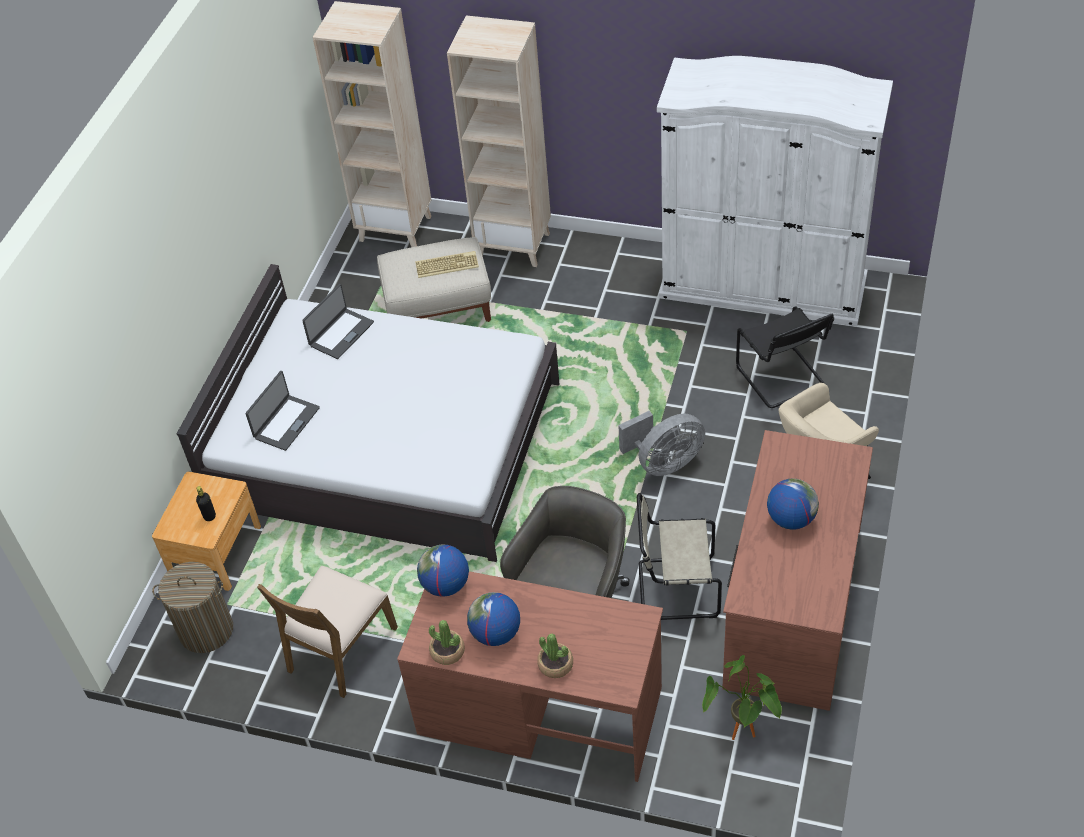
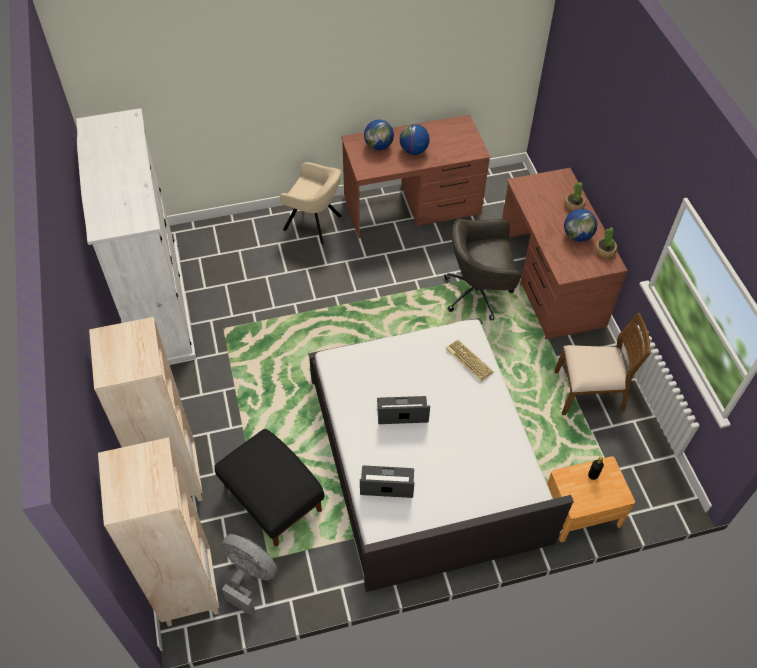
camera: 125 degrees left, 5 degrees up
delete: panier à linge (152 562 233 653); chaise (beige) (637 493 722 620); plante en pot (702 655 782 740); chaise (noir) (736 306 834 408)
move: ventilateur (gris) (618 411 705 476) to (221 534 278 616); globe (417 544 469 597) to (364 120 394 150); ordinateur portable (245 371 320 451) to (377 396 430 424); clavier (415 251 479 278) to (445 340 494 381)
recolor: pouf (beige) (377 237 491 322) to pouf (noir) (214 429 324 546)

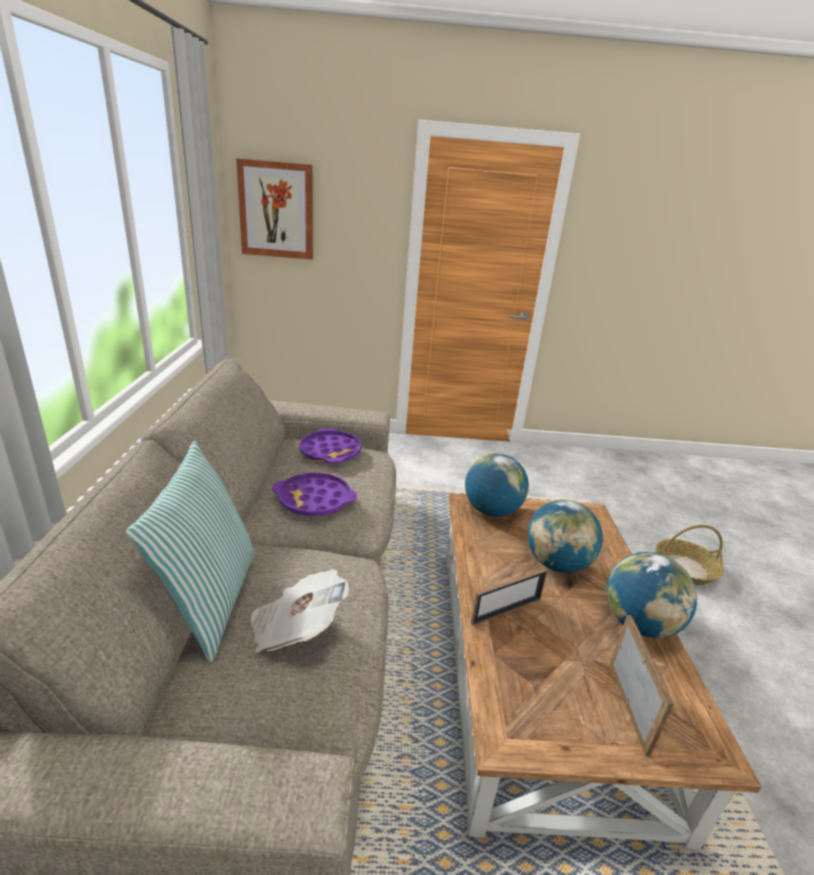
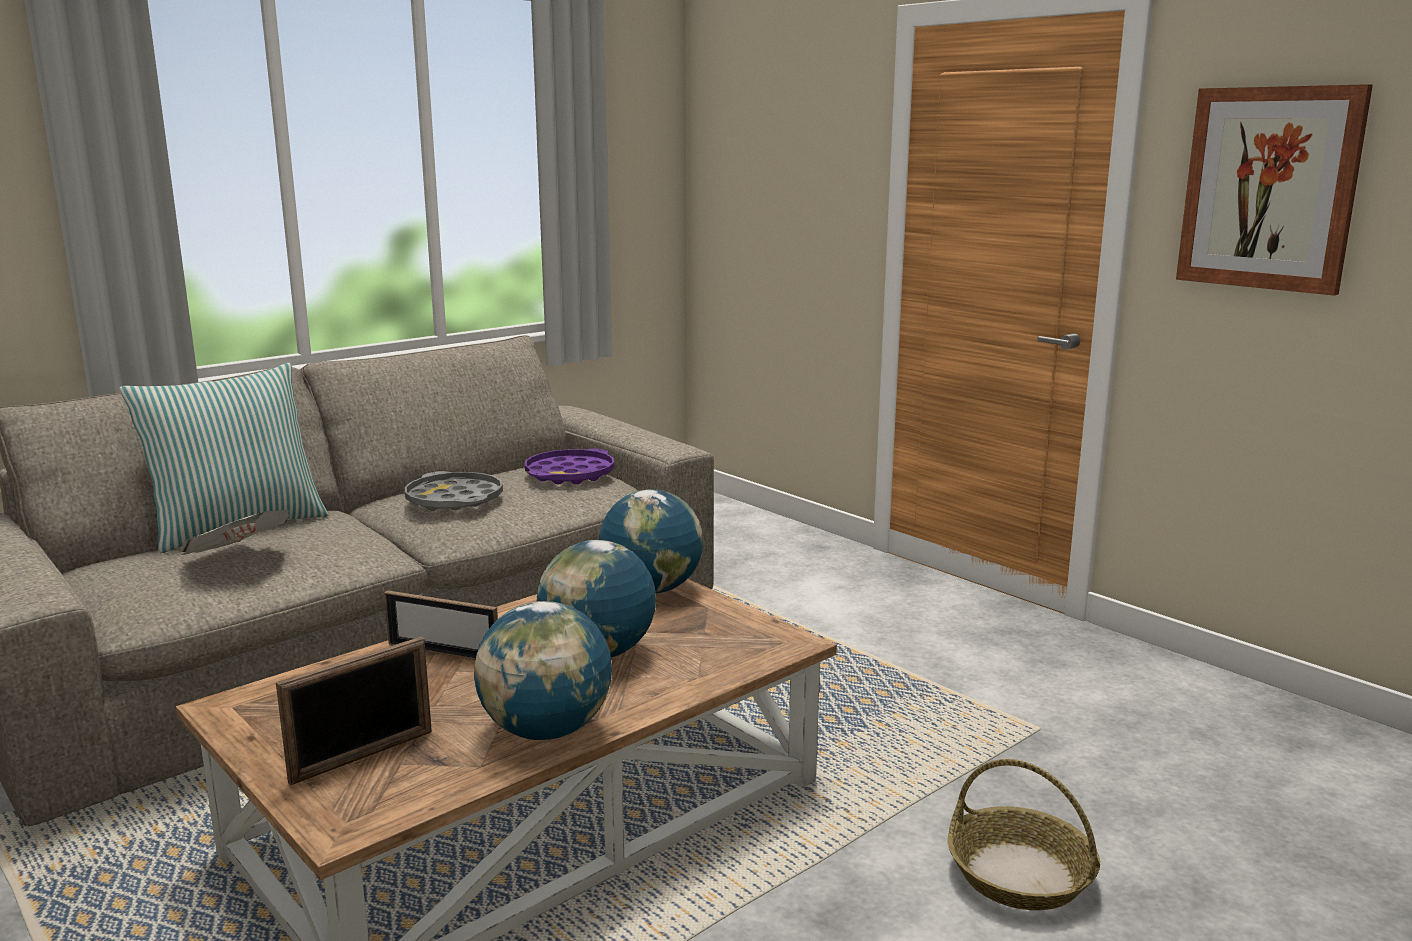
camera: 50 degrees right, 10 degrees down
move: tableau (236 158 313 260) to (1176 84 1373 295)
recolor: plateau (violet) (272 472 357 516) to plateau (gris) (405 471 503 511)

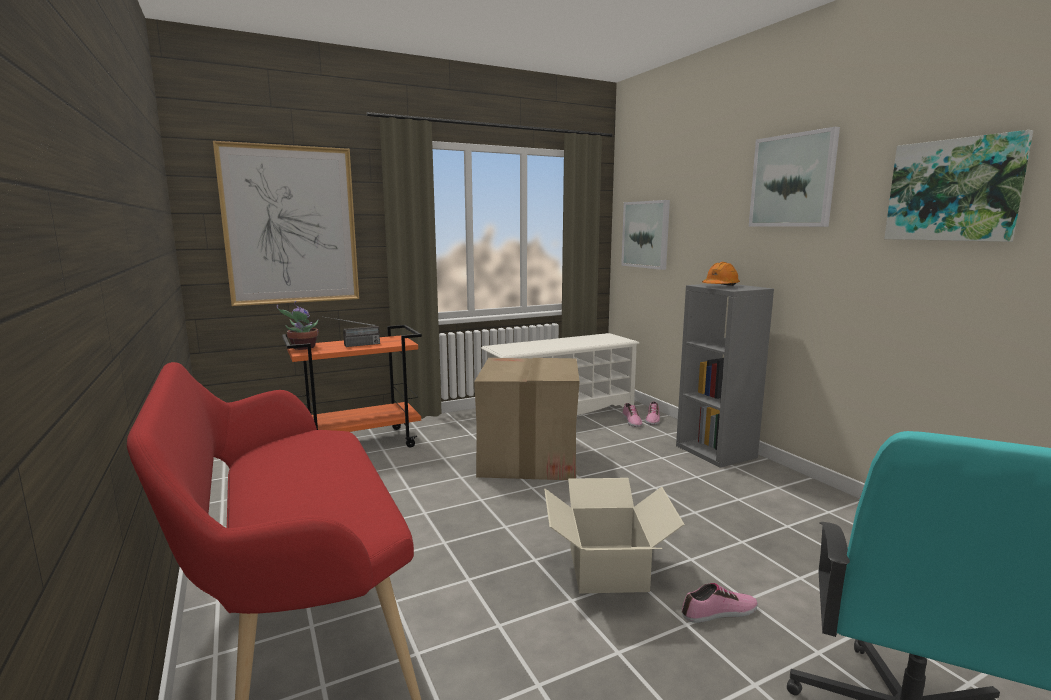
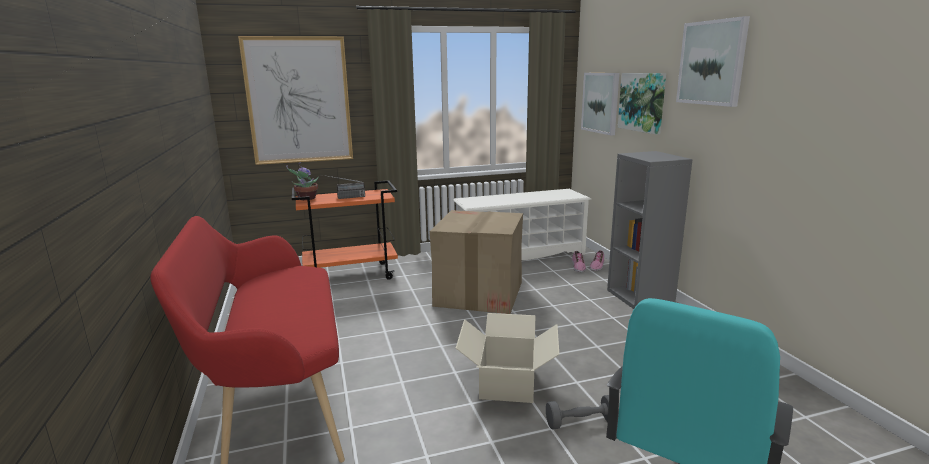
camera: 10 degrees right, 5 degrees up
delete: casque de chantier (orange) (702 262 740 286)
move: tableau (884 130 1033 242) to (618 73 666 135)
replace: chaussure (682 583 758 623) to haltère (gris) (546 395 619 429)

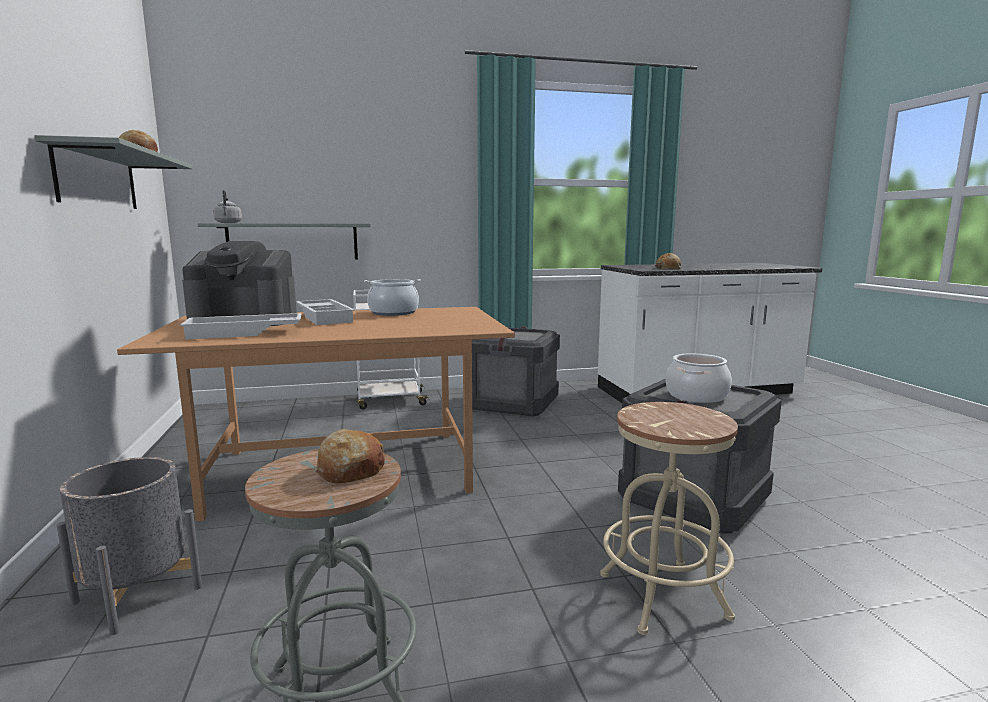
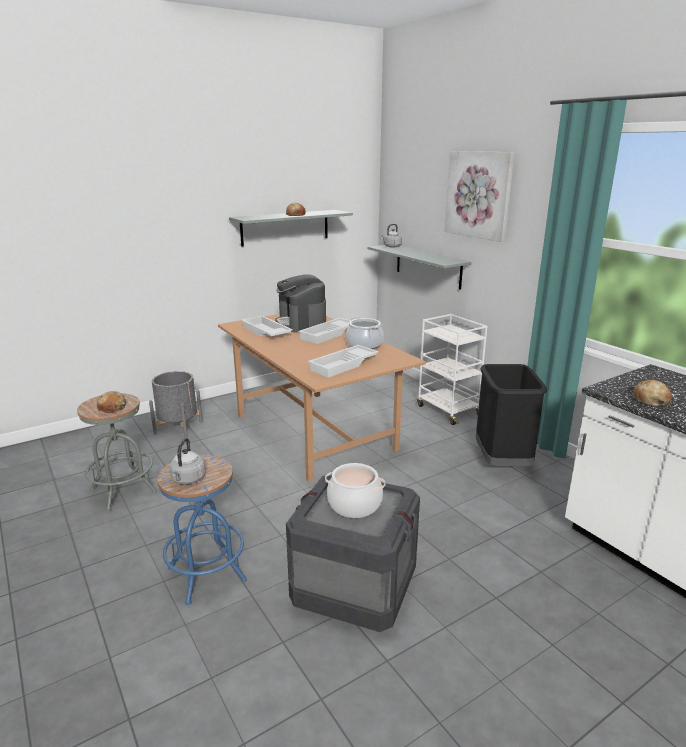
camera: 70 degrees right, 10 degrees up
insert: bouilloire (gris) (169 438 206 484); plateau (blanc) (308 345 379 378); tableau (444 151 515 242)
replace: caisse (472 326 560 416) to poubelle (noir) (476 364 547 466)
recolor: tabouret (beige) (600 402 738 635) to tabouret (bleu) (157 455 247 605)

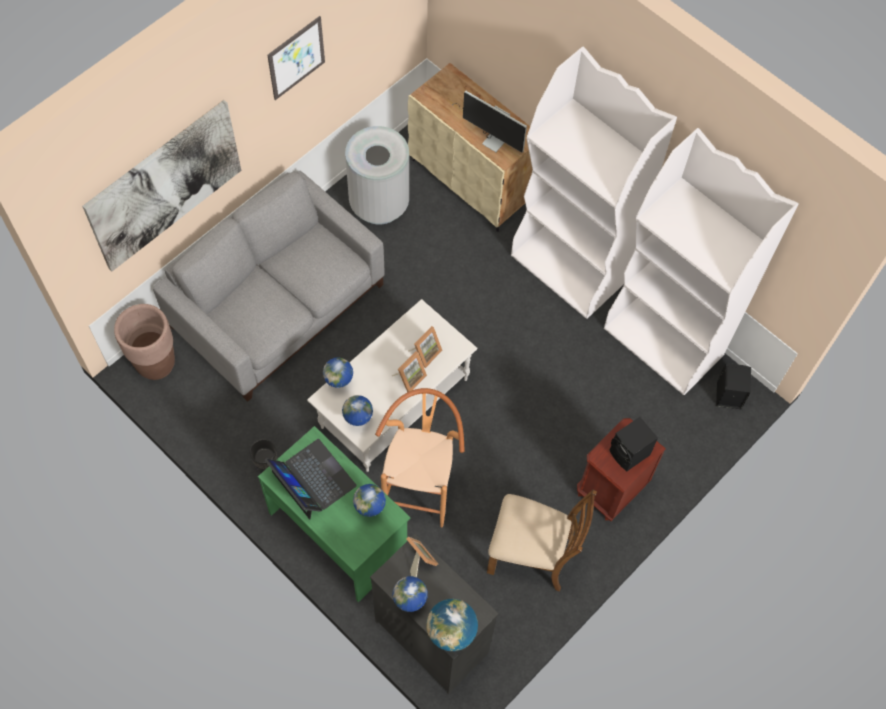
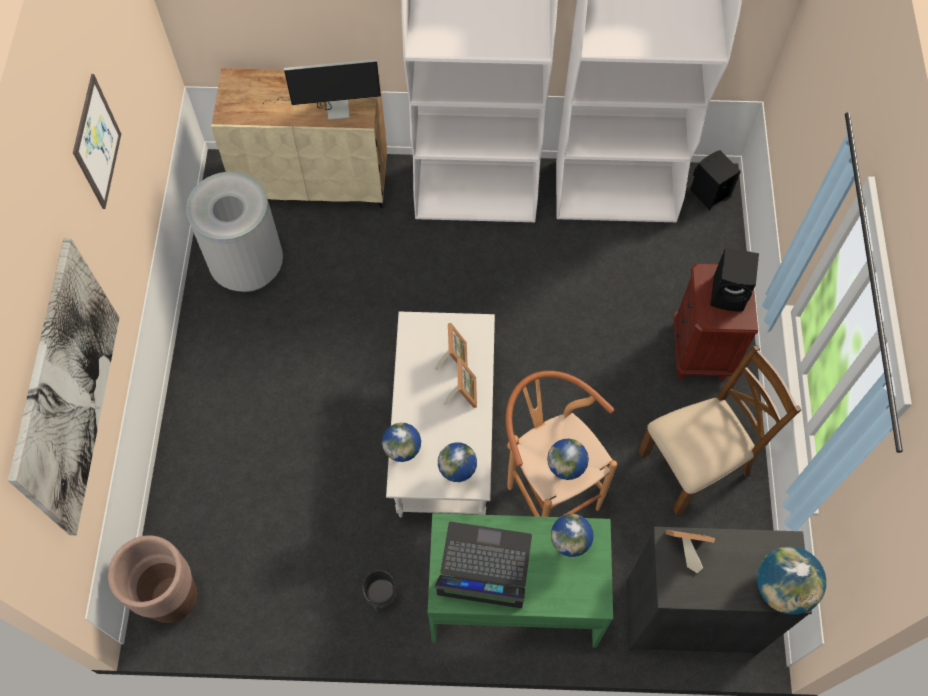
camera: 40 degrees left, 0 degrees up
delete: canapé (gris) (153 171 385 402)
move: globe (393 576 428 612) to (547 439 589 480)

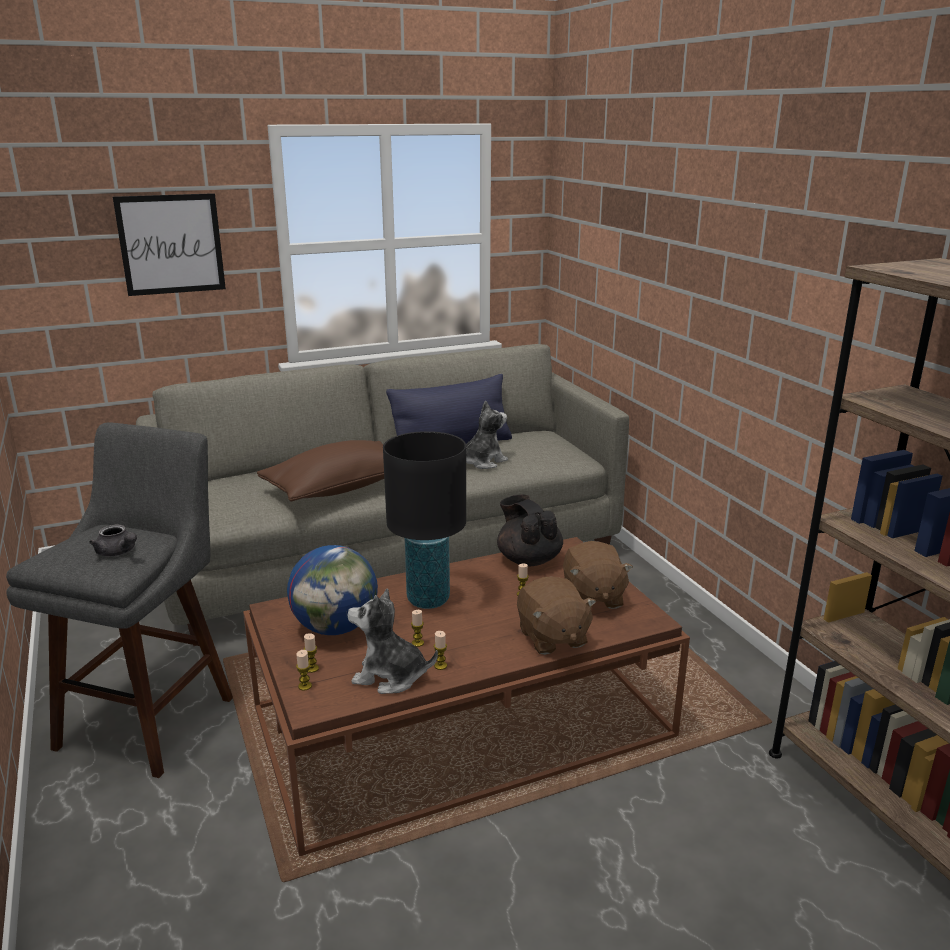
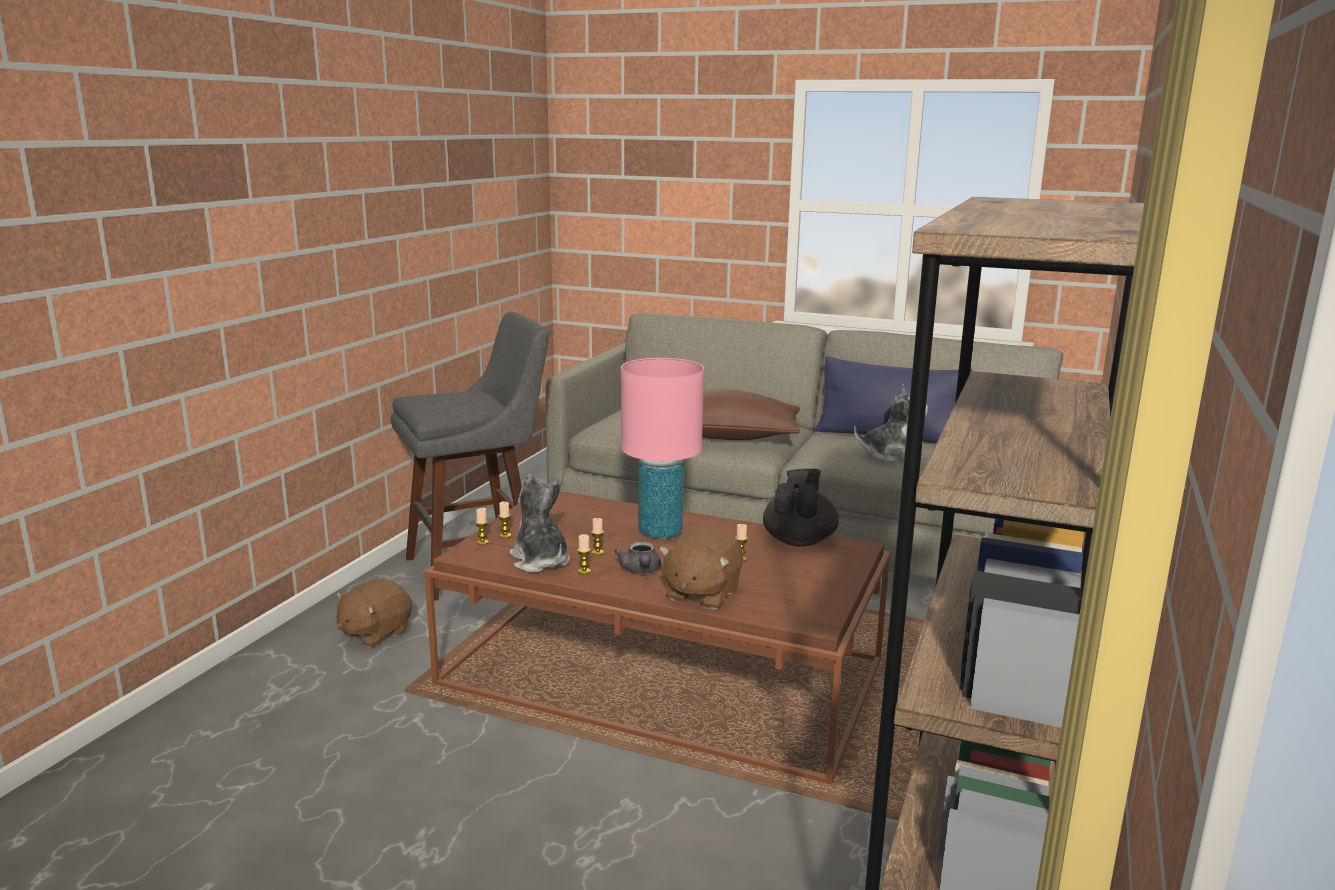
camera: 45 degrees right, 5 degrees down
delete: tableau (113 193 226 296); globe (287 545 378 635)
move: peluche (marron) (563 541 633 609) to (336 579 412 647); théière (gris) (89 525 137 556) to (614 542 661 574)
recolor: lampe de table (noir) (383 431 466 609) to lampe de table (rose) (621 358 704 539)

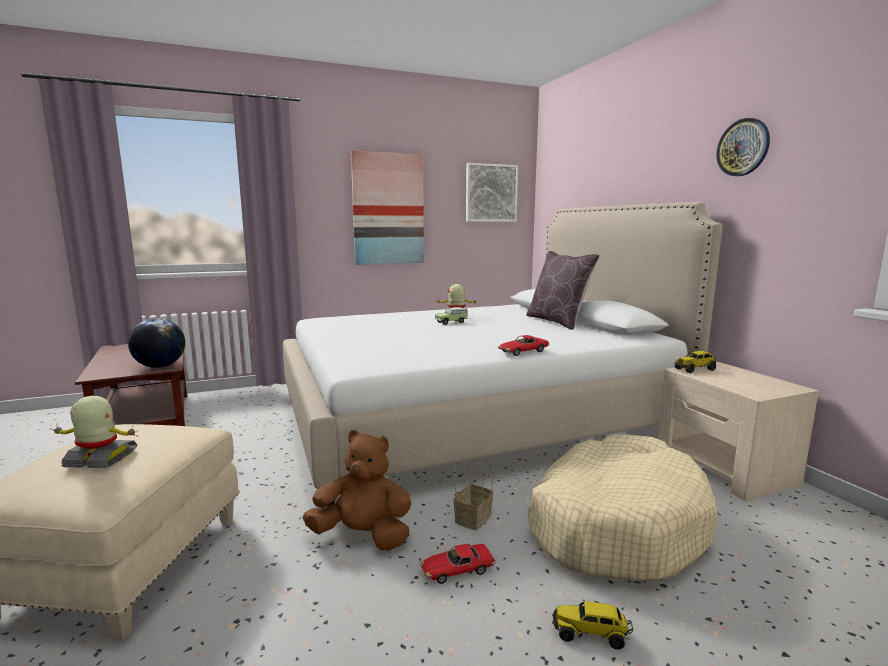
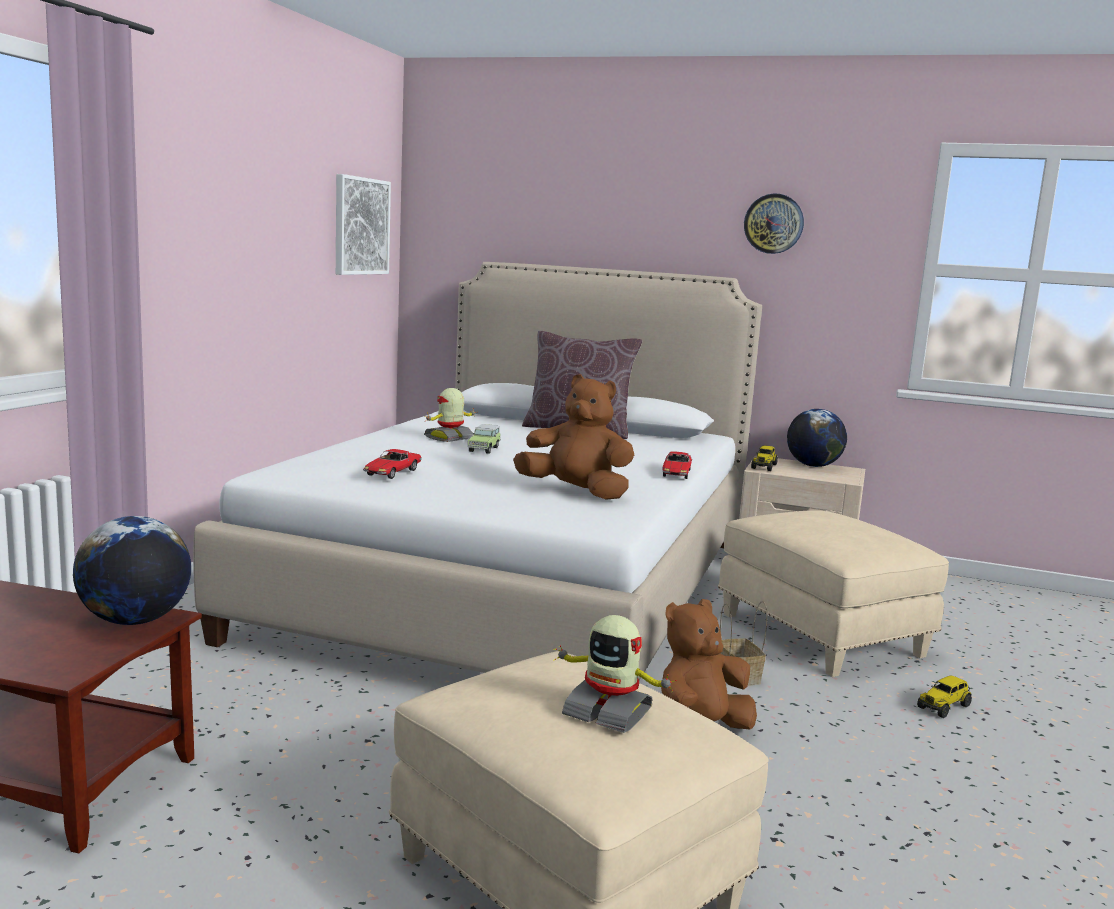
camera: 50 degrees left, 0 degrees up
delete: tableau (351 151 424 265)
insert: peluche (marron) (513 374 634 500); globe (787 409 847 467)
move: petite voiture (421 544 496 584) to (363 449 422 479)
replace: panier pour chien (beige) (528 434 718 582) to pouf (beige) (718 510 949 677)
rotate: robot jouet (50 396 139 468) = (553 615 677 733) 105 degrees counterclockwise

